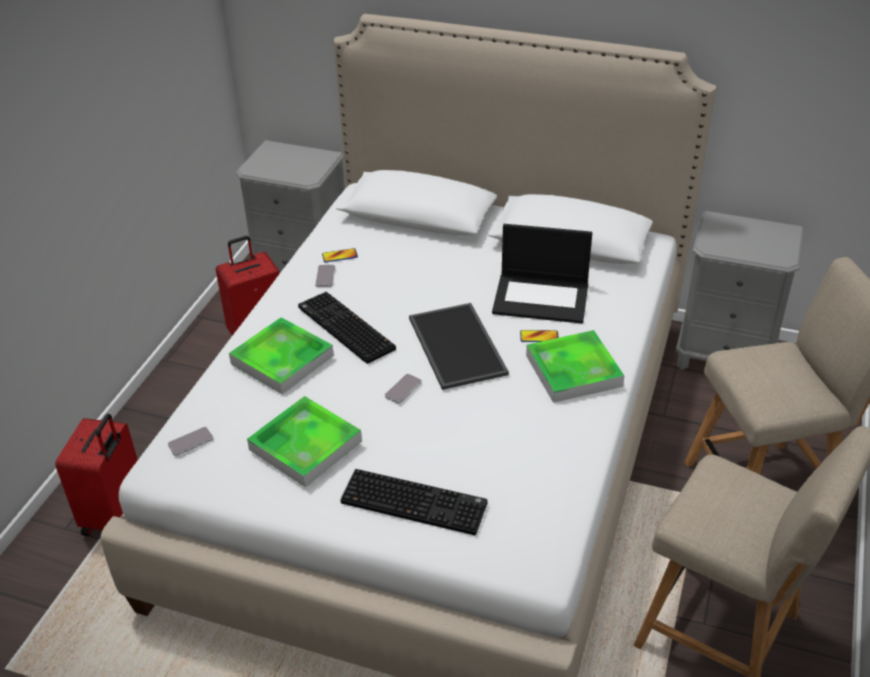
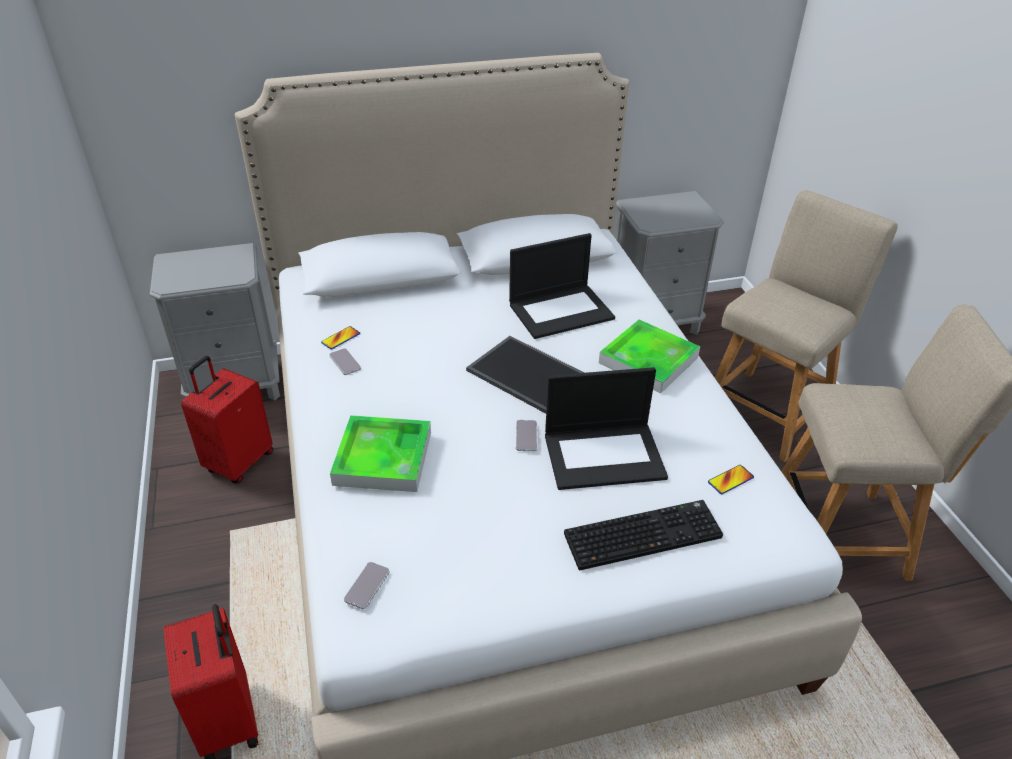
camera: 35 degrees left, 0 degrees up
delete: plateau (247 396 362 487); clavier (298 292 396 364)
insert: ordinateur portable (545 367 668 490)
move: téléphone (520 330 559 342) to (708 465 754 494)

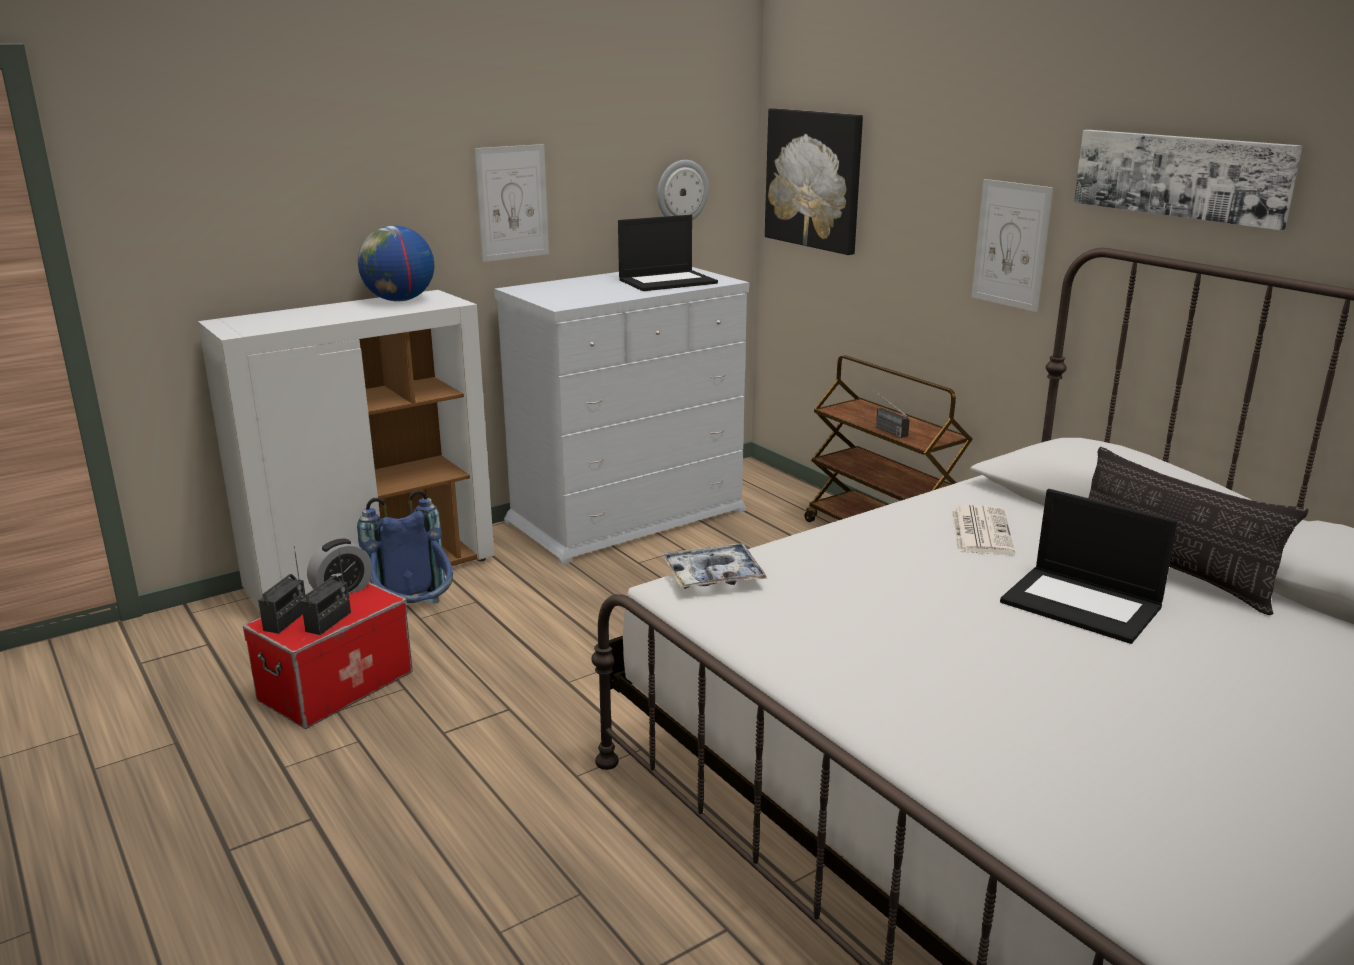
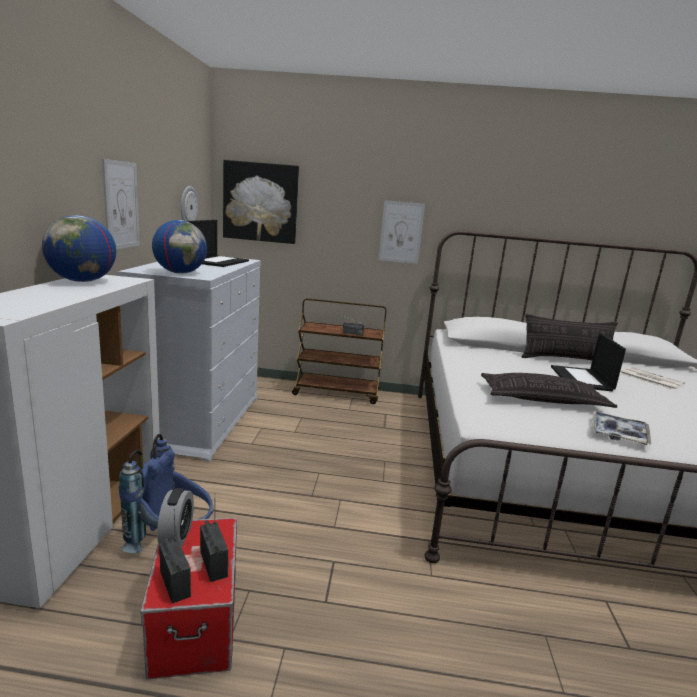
camera: 50 degrees left, 5 degrees down
delete: tableau (1074 130 1302 230)
insert: globe (152 220 207 274); coussin (481 373 617 408)
move: plateau (663 544 767 589) to (591 411 651 445); journal (951 505 1015 555) to (620 367 685 390)
rotate: ordinateur portable (1000 489 1178 644) = (551 333 626 391) 105 degrees clockwise

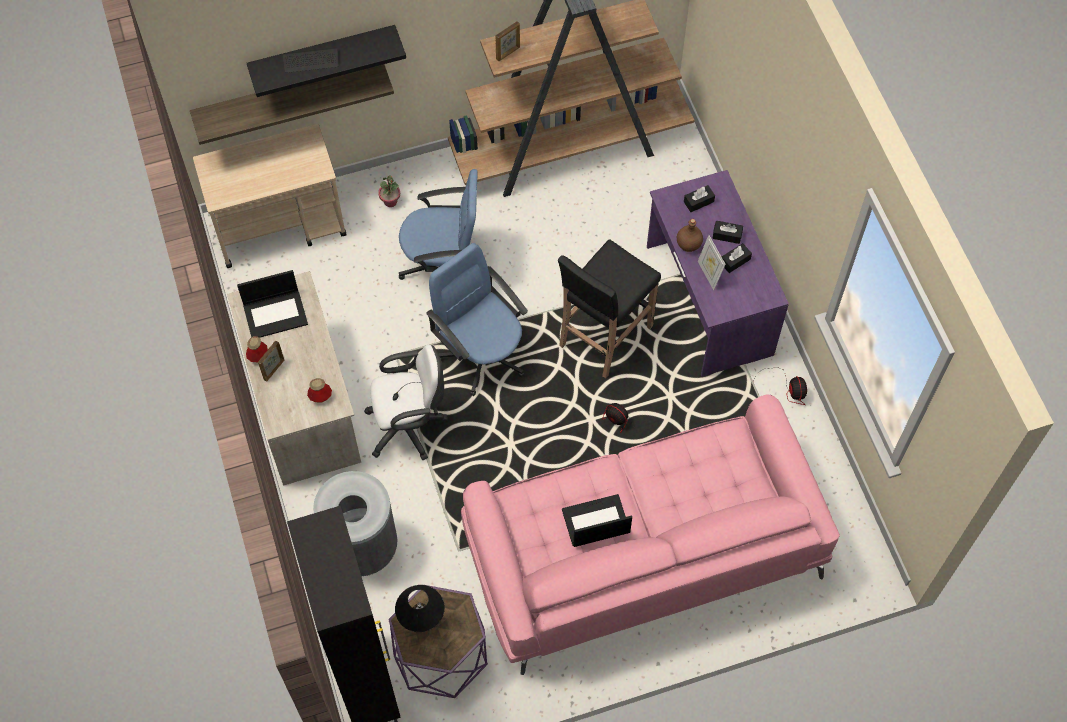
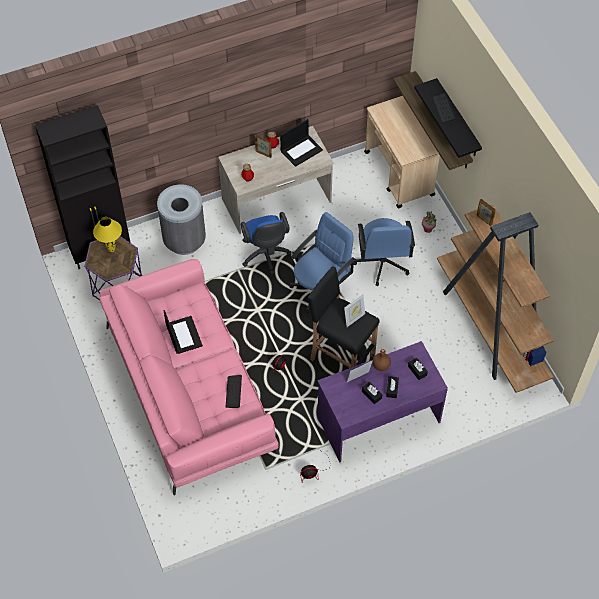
camera: 85 degrees right, 5 degrees down
insert: clavier (226 375 242 408); cadre photo (344 294 365 327)
recolor: lampe de table (noir) (395 585 445 632) to lampe de table (jaune) (93 217 122 252); chaise de bureau (blanc) (364 345 448 460) to chaise de bureau (bleu) (241 212 292 275)
rotate: ordinateur portable (237 270 308 338) = (280 119 323 167) 105 degrees counterclockwise

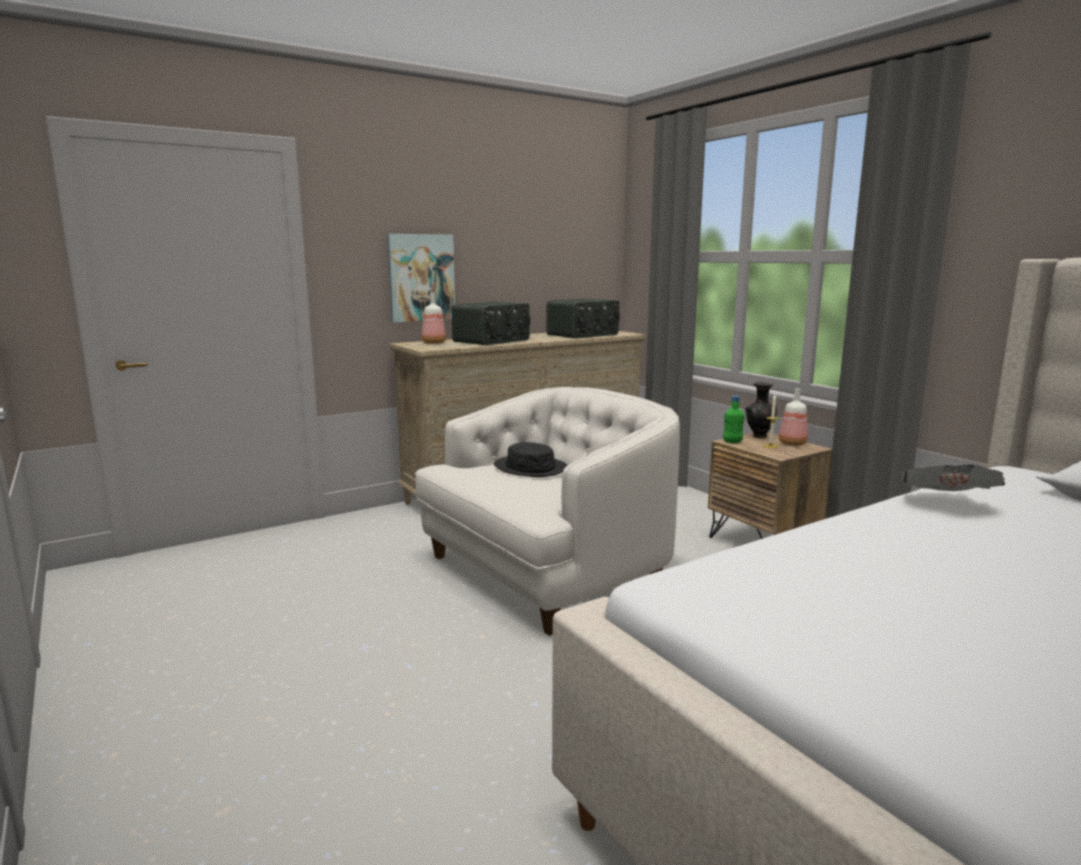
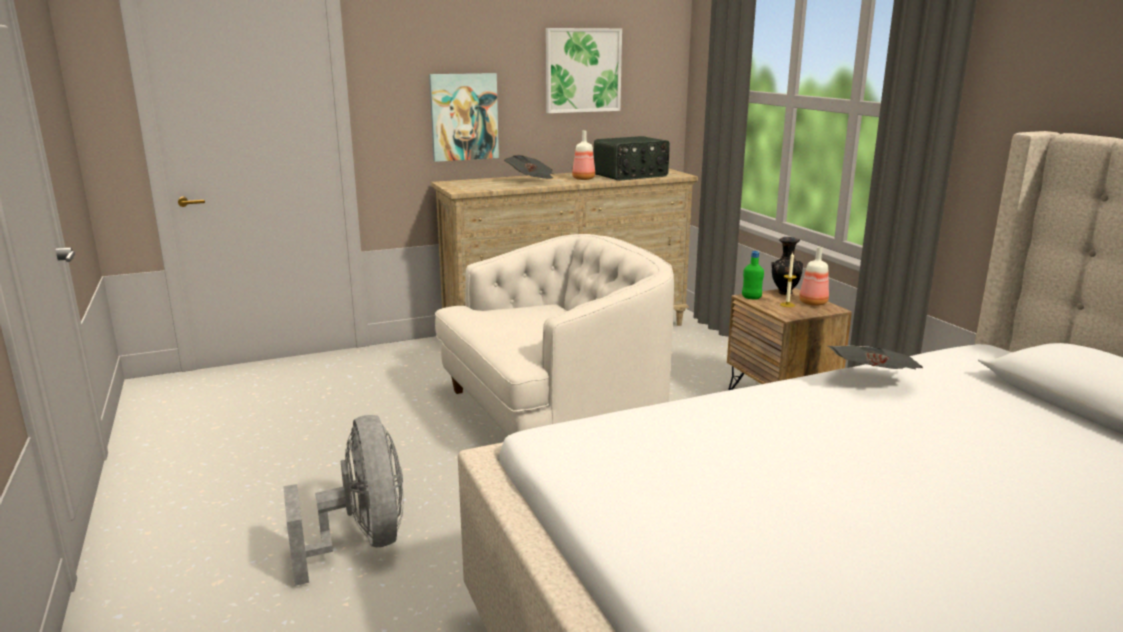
camera: 10 degrees right, 5 degrees up
delete: chapeau (noir) (494 442 568 477)
insert: ventilateur (gris) (283 415 404 586); tableau (546 28 622 113)
move: bouteille (422 293 446 344) to (572 131 595 180)
replace: radio (451 301 530 345) to journal (504 155 554 179)

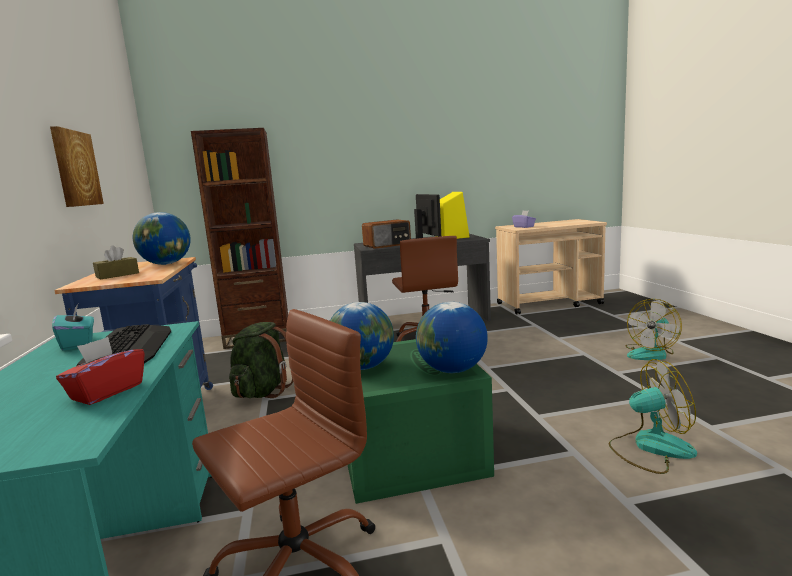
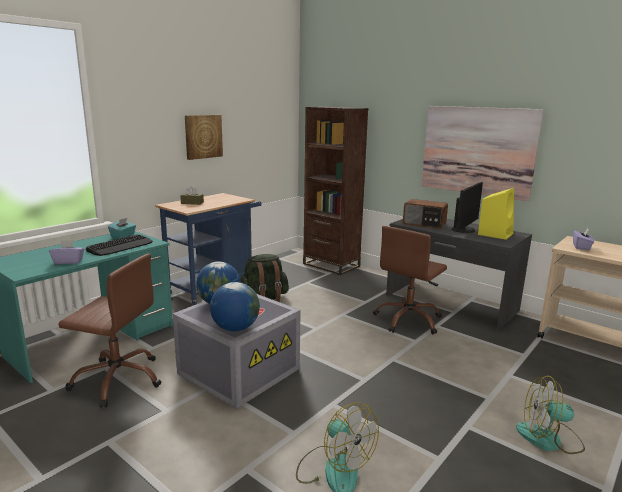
camera: 50 degrees right, 5 degrees up
delete: globe (133 212 191 265)
insert: tableau (422 106 544 201)
recolor: boîte à mouchoirs (rouge) (56 337 145 405) to boîte à mouchoirs (violet) (49 240 84 264); boîte de rangement (vert) (348 339 494 504) to boîte de rangement (gris) (173 294 301 409)

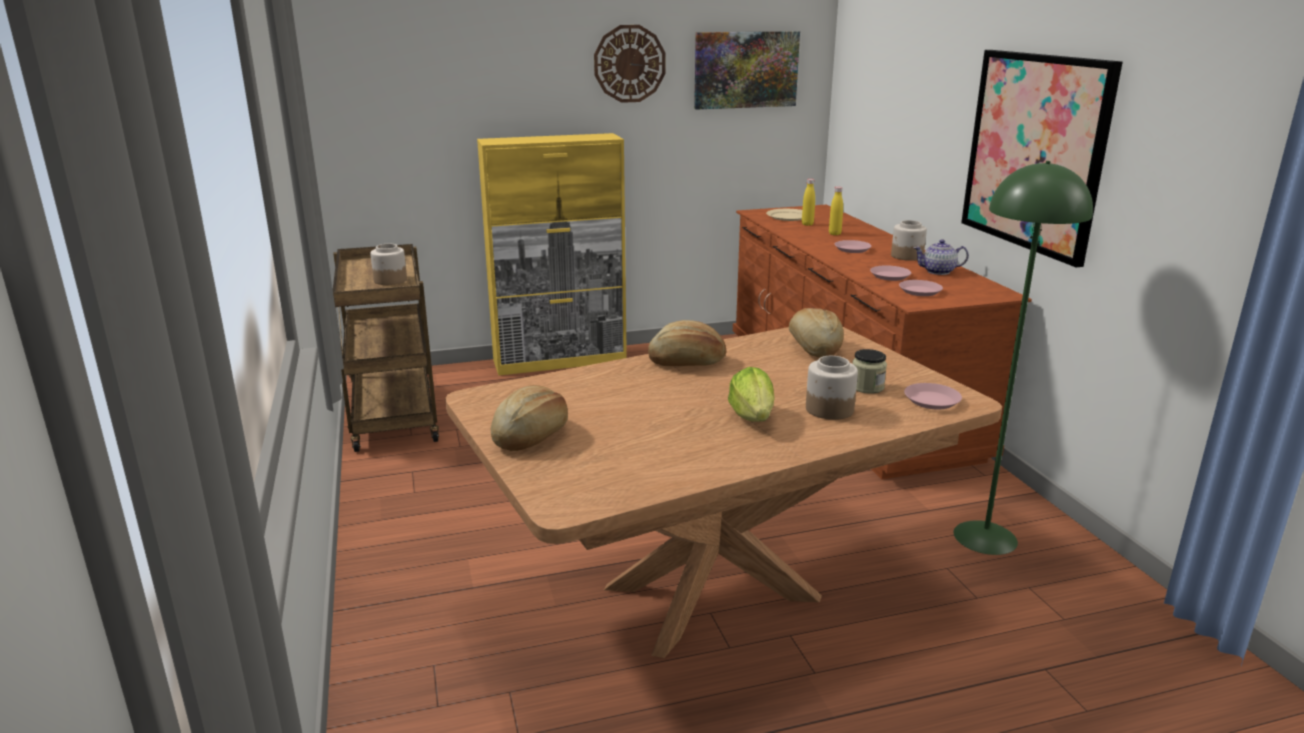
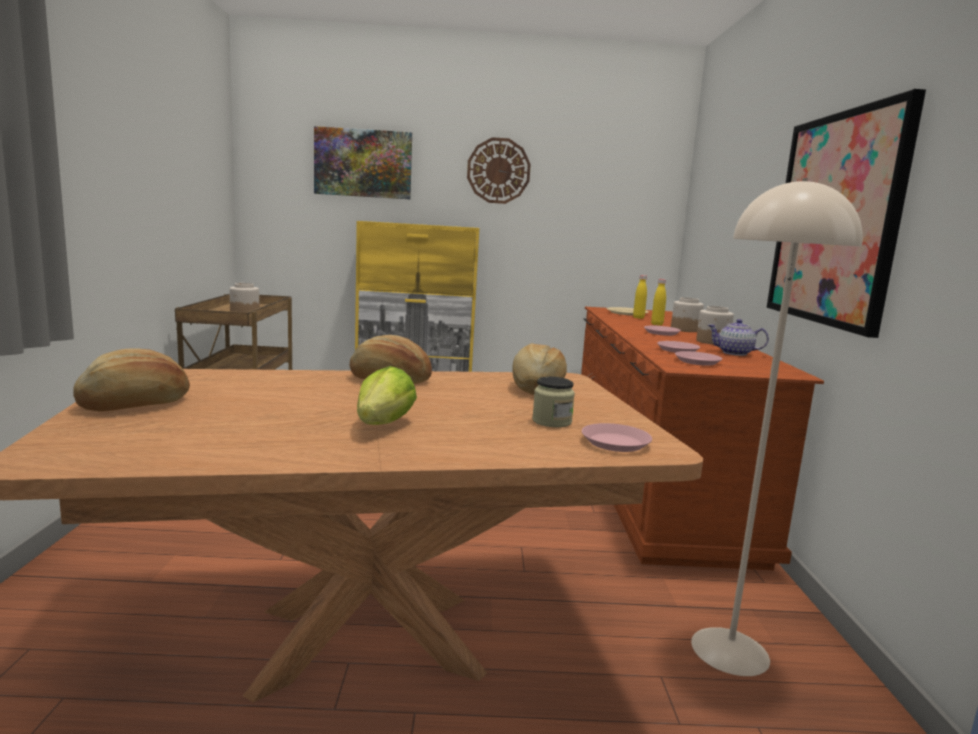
camera: 15 degrees right, 10 degrees down
move: tableau (694 31 800 109) to (314 126 412 199); bocal (806 356 858 420) to (671 297 704 332)
recolor: lampadaire (vert) (953 161 1093 555) to lampadaire (beige) (691 178 863 676)

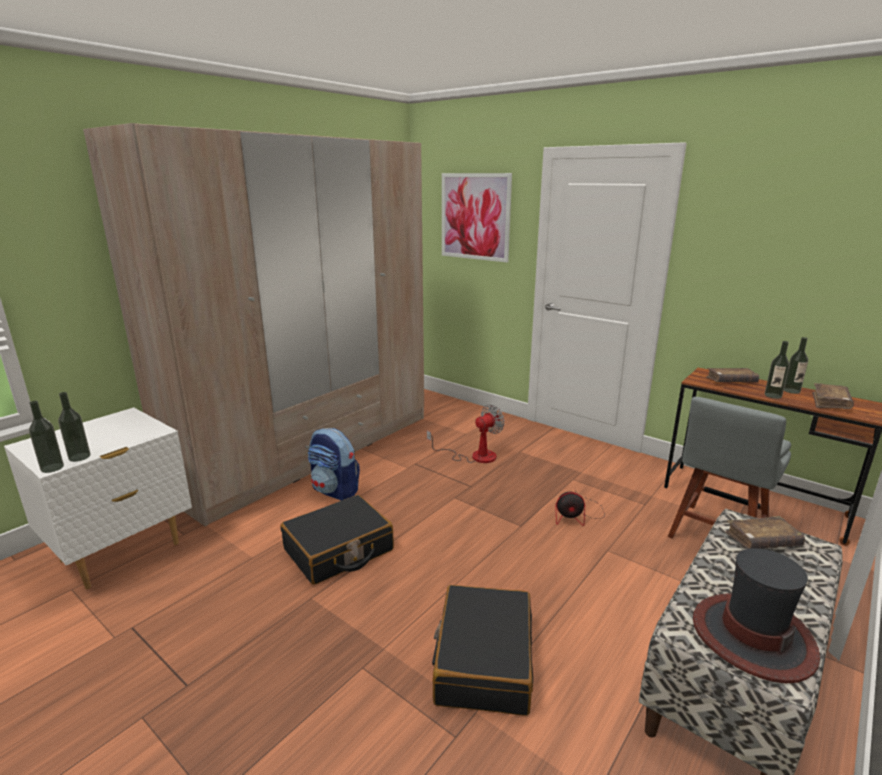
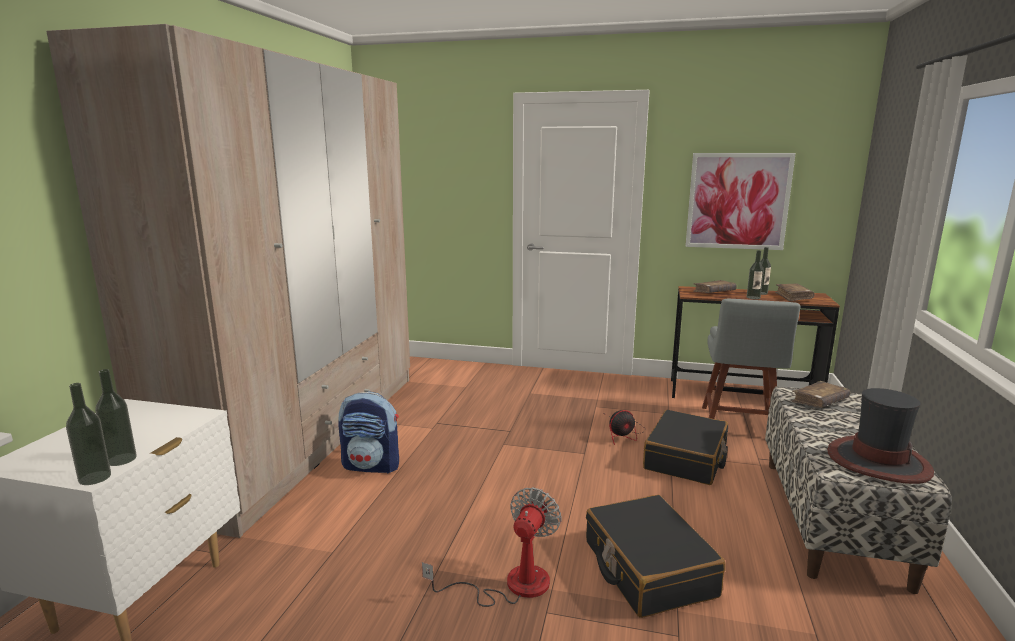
camera: 25 degrees left, 5 degrees down
move: ventilateur (427 404 505 463) to (422 487 562 607); valise (noir) (280 495 394 585) to (643 410 728 485); tableau (442 173 512 262) to (685 153 796 250)

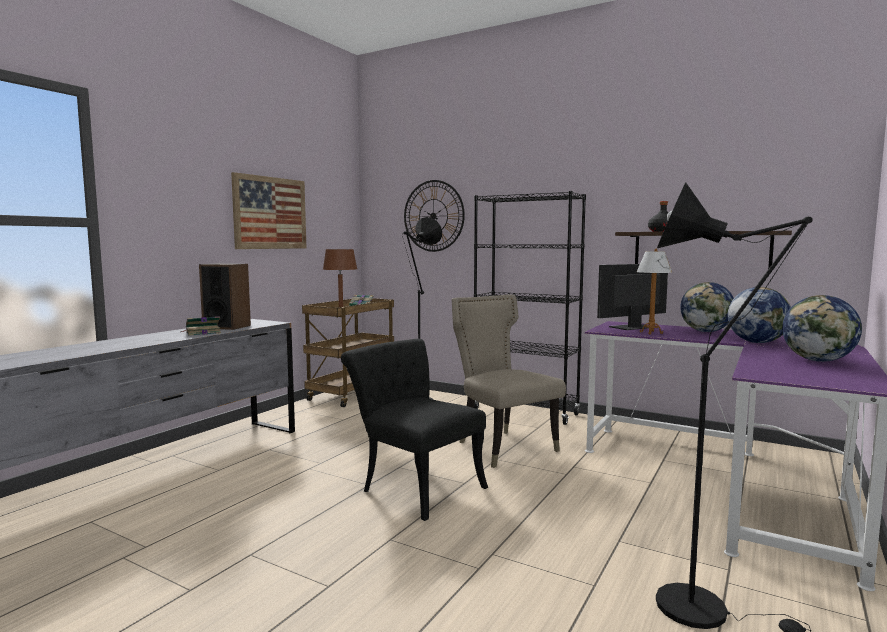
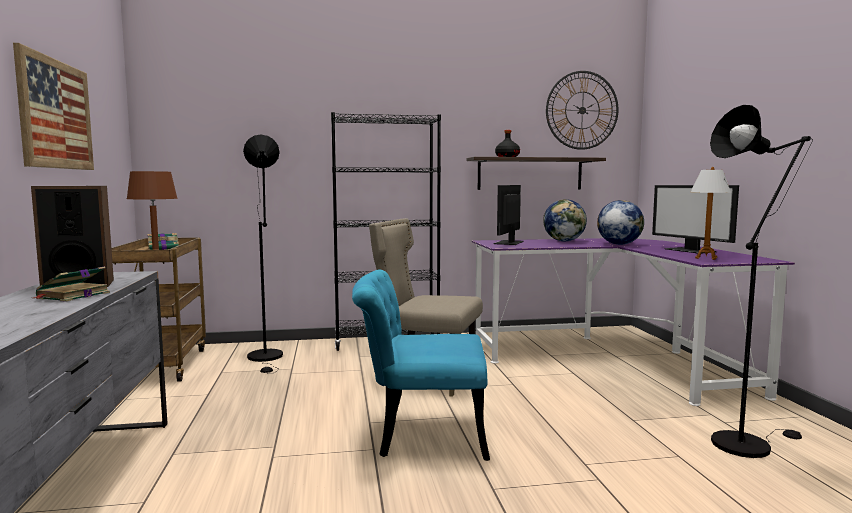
camera: 40 degrees left, 0 degrees up
move: horloge murale (404 180 465 252) to (546 71 618 150); lampe de table (636 249 672 334) to (691 167 731 260)
replace: globe (782 295 862 362) to écran d'ordinateur (652 185 739 253)
recolor: chaise (noir) (341 339 488 521) to chaise (turquoise) (352 269 490 461)

